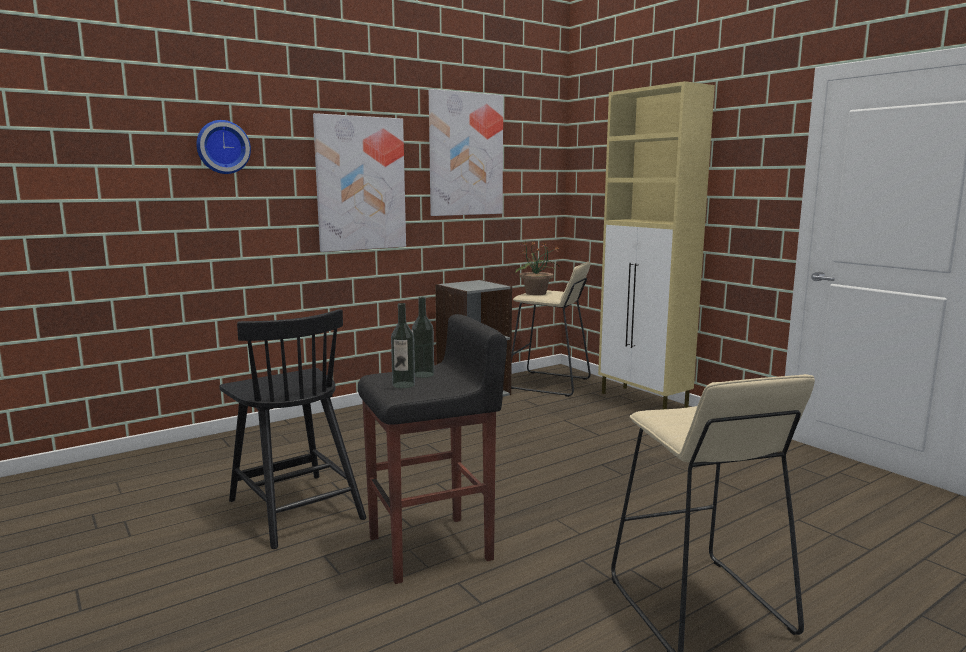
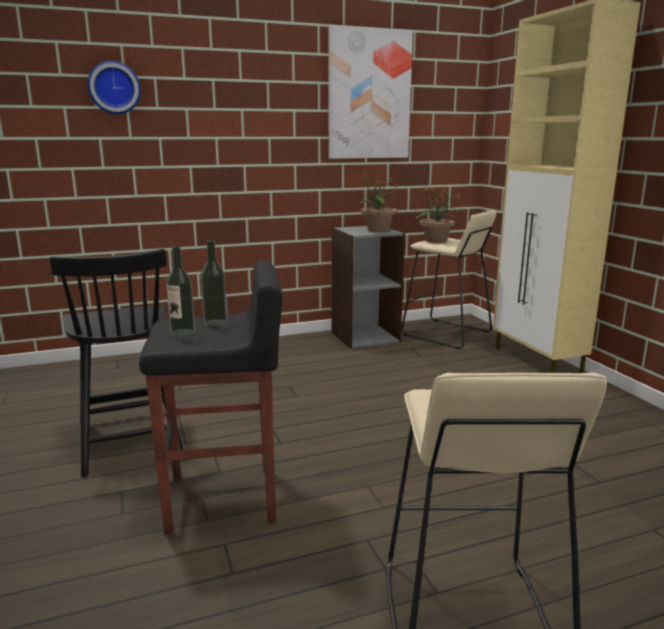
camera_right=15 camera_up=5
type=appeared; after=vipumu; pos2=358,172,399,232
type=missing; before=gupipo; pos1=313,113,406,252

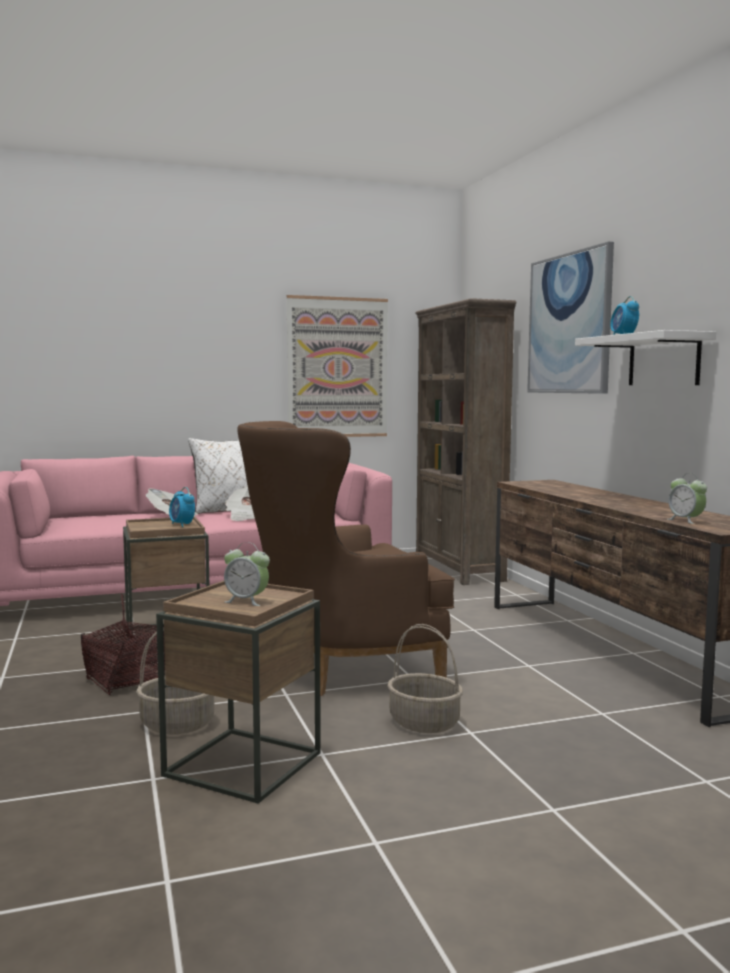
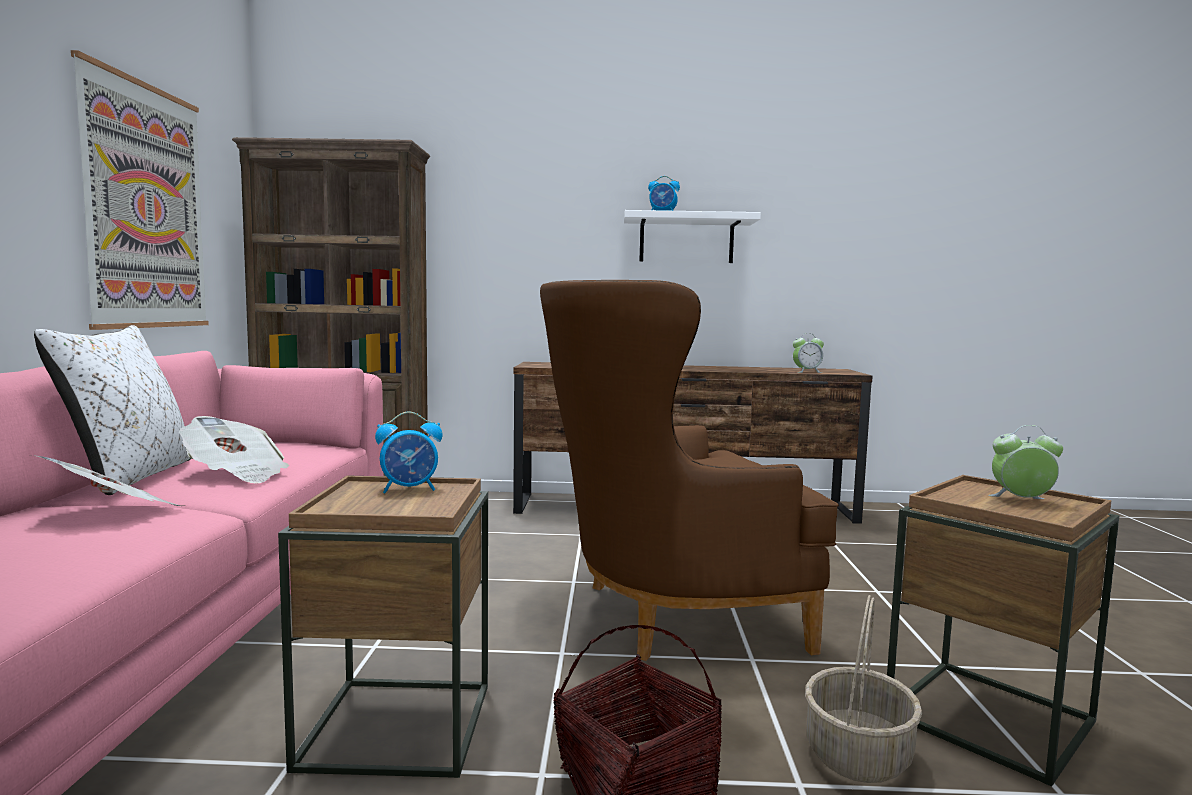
camera_right=-70 camera_up=0
type=spun; before=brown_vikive; pos1=237,421,455,696; pos2=540,280,839,661; turn=75
type=spun; before=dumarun; pos1=224,542,270,606; pos2=988,425,1063,499; turn=-120
type=missing; before=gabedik; pos1=387,624,463,733
type=missing; before=gupipo; pos1=527,241,614,394

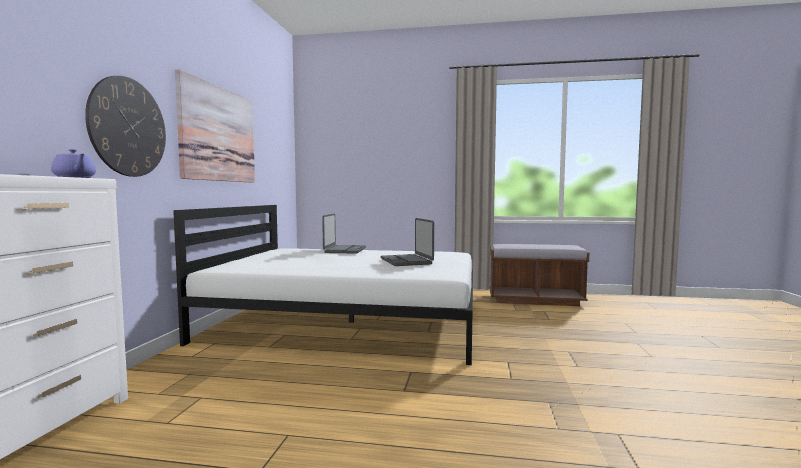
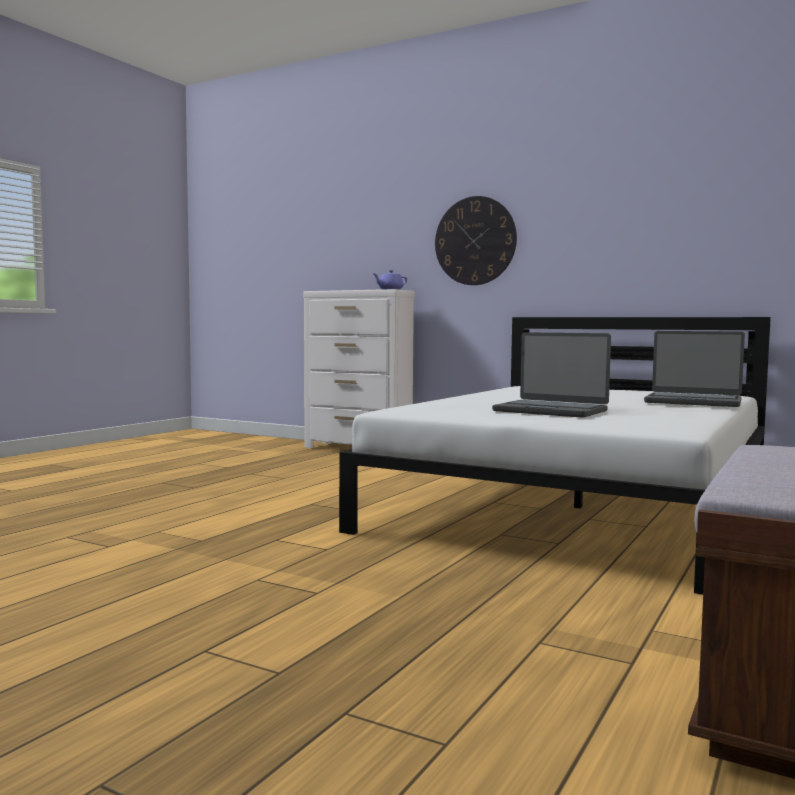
camera_right=110 camera_up=0
type=spun; before=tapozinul; pos1=381,218,434,266; pos2=492,332,611,418; turn=-150
type=missing; before=gupipo; pos1=175,69,255,183

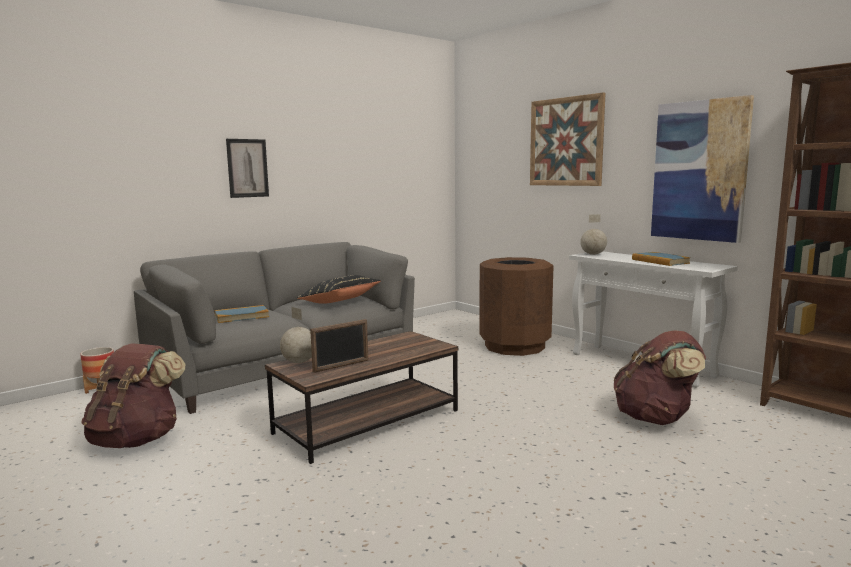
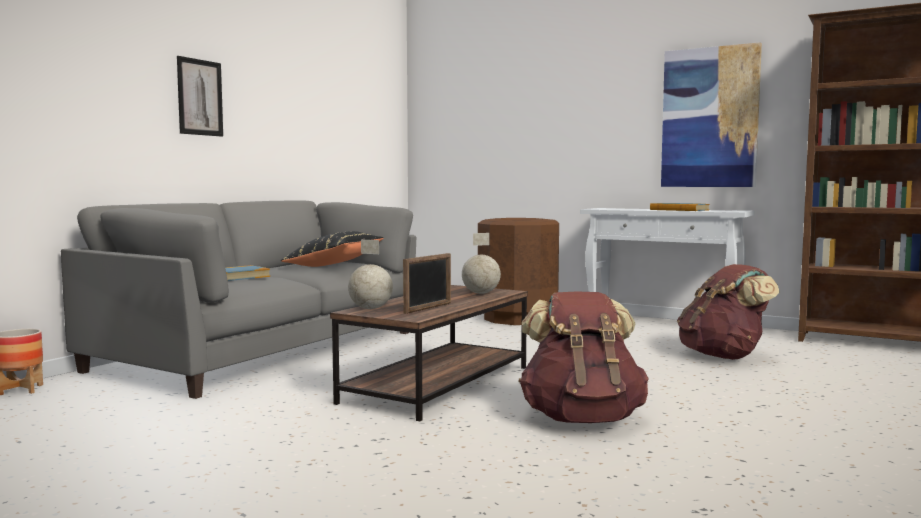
camera_right=-20 camera_up=-5
type=relocated; before=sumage; pos1=580,214,607,255; pos2=462,233,501,294
type=relocated; before=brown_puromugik; pos1=81,343,185,448; pos2=518,291,649,423
type=missing; before=gupipo; pos1=530,92,606,186

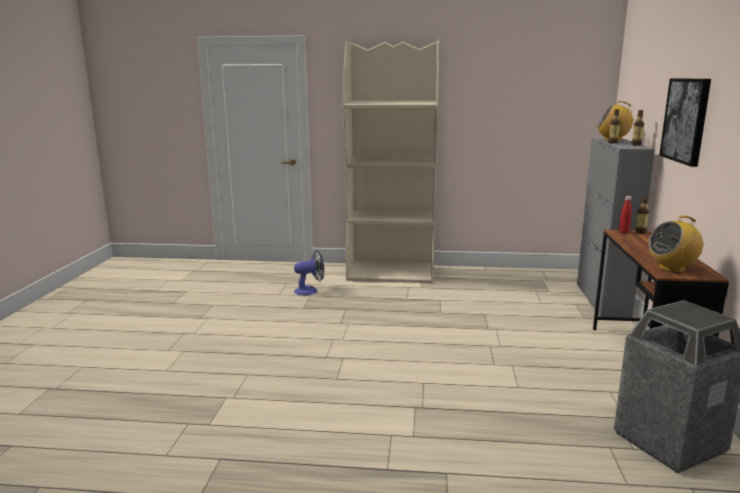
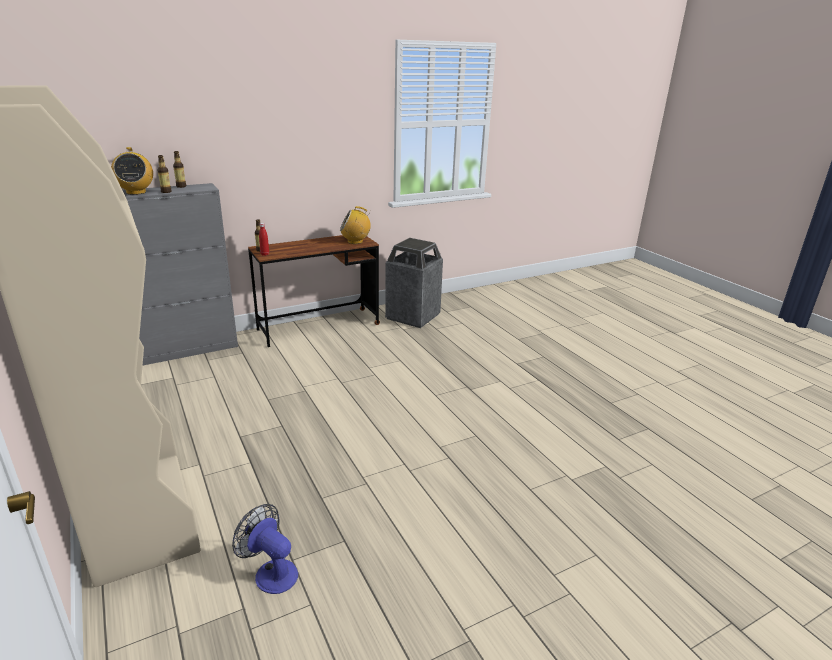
camera_right=-125 camera_up=10
type=spun; before=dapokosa; pos1=649,215,703,273; pos2=340,206,371,244; turn=135
type=missing; before=gupipo; pos1=659,78,711,167

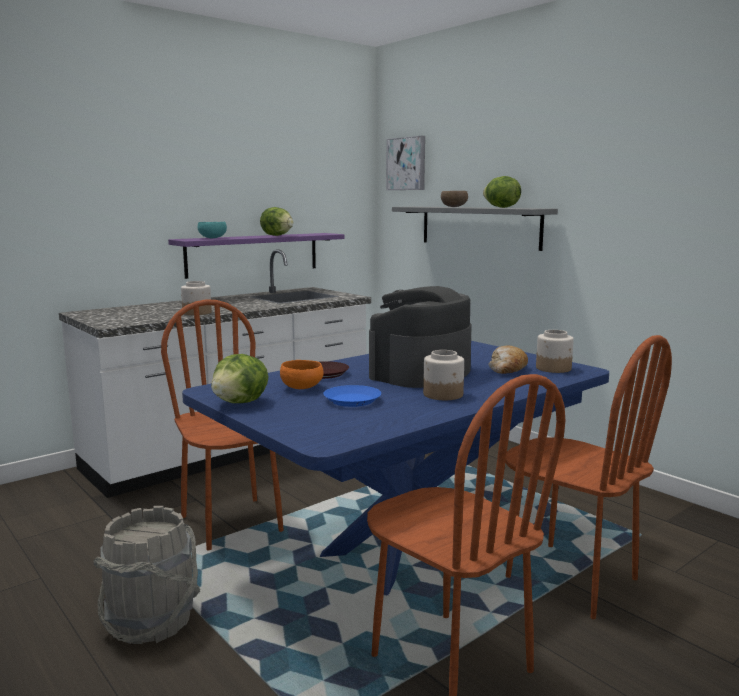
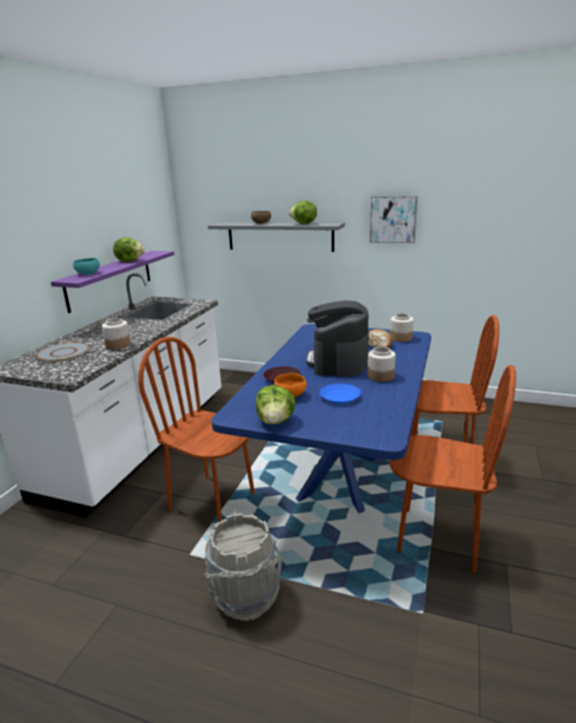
camera_right=-30 camera_up=10
type=appeared; after=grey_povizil; pos2=36,342,89,362
type=relocated; before=gupipo; pos1=386,136,425,190; pos2=370,196,417,243

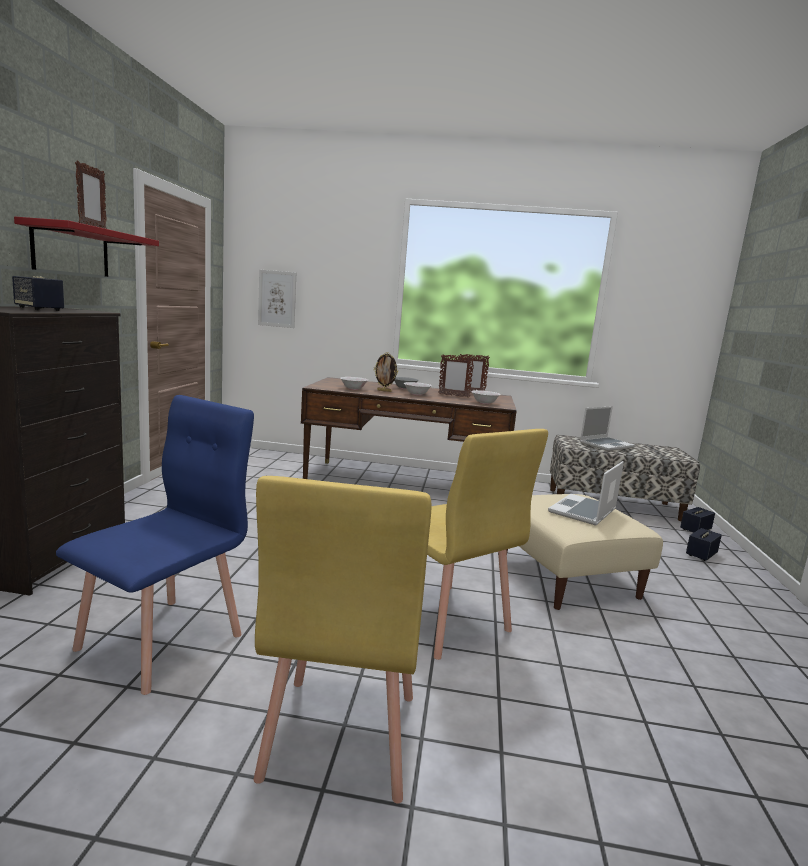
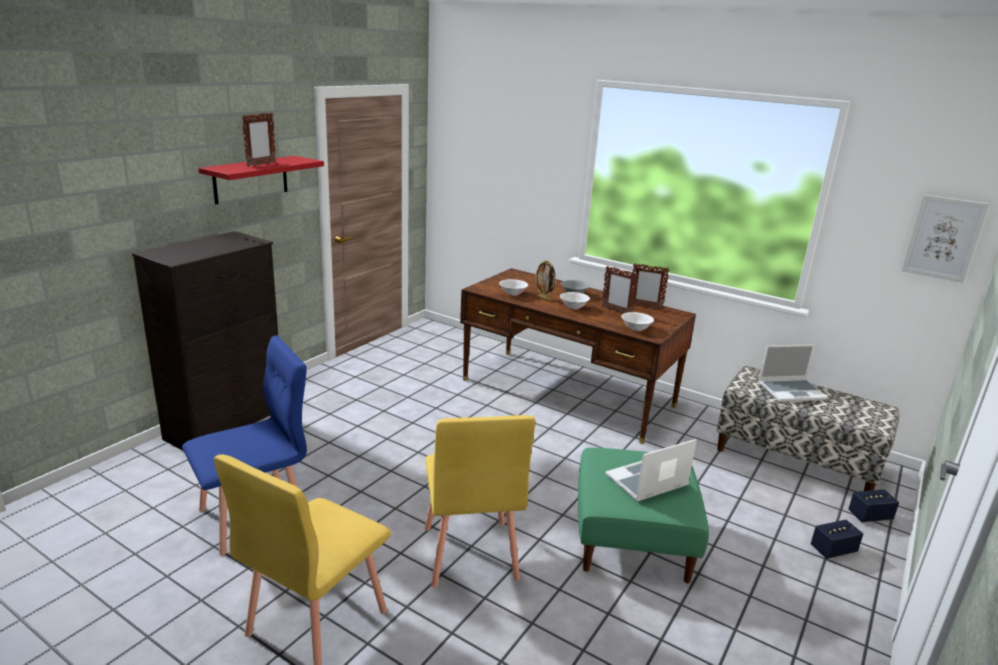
camera_right=25 camera_up=10
type=colour; before=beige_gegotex; after=green_gegotex; pos1=507,494,663,610; pos2=578,448,709,583
type=relocated; before=gupipo; pos1=258,269,296,328; pos2=902,195,989,283
type=missing; before=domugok; pos1=12,276,64,311

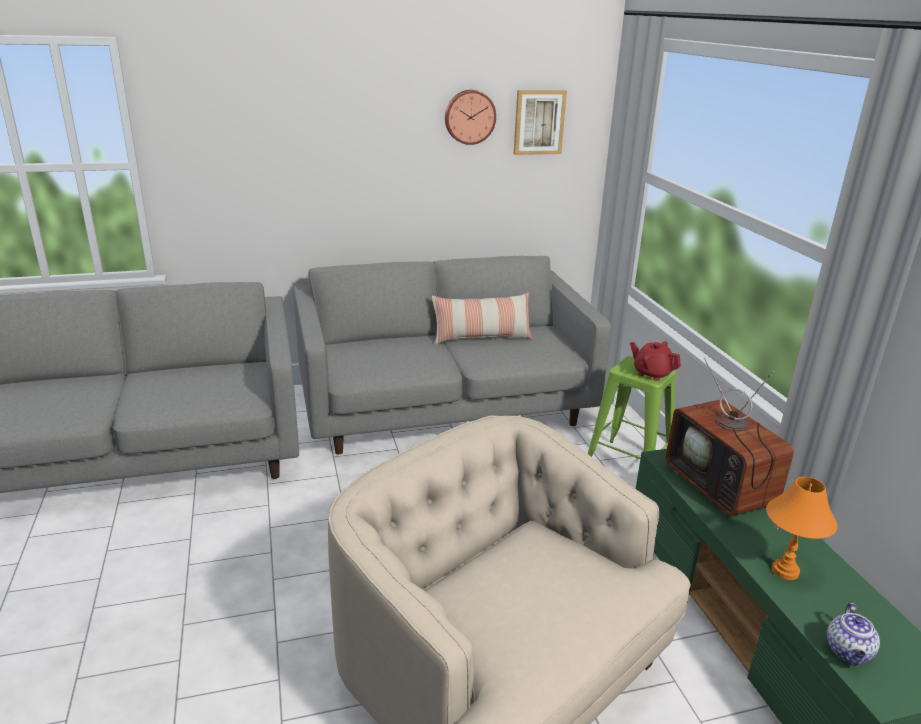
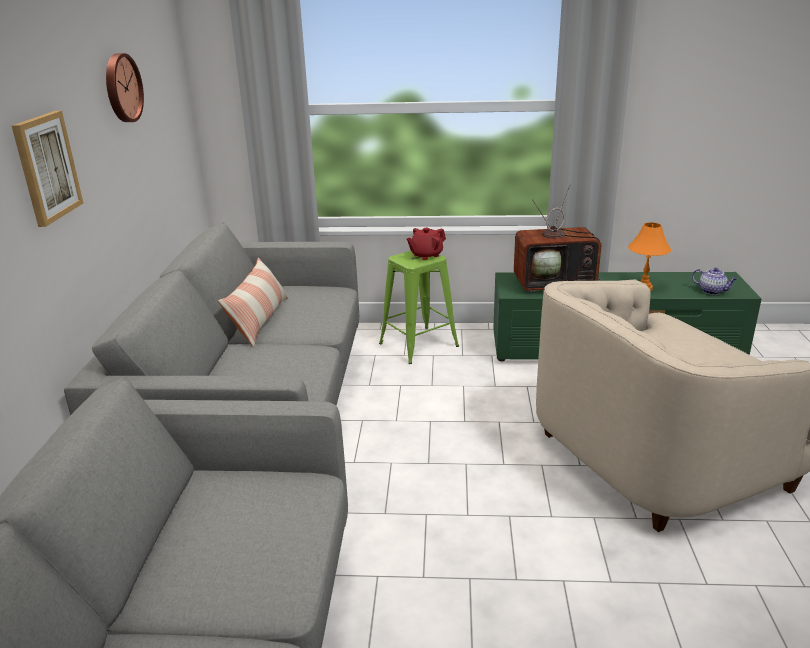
camera_right=-70 camera_up=0
type=relocated; before=gupipo; pos1=514,90,567,155; pos2=12,111,83,227

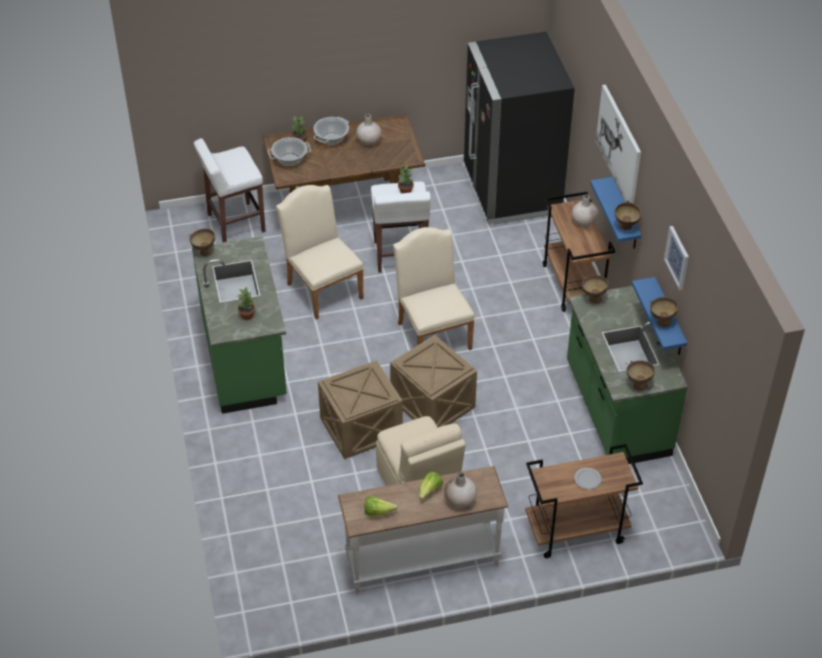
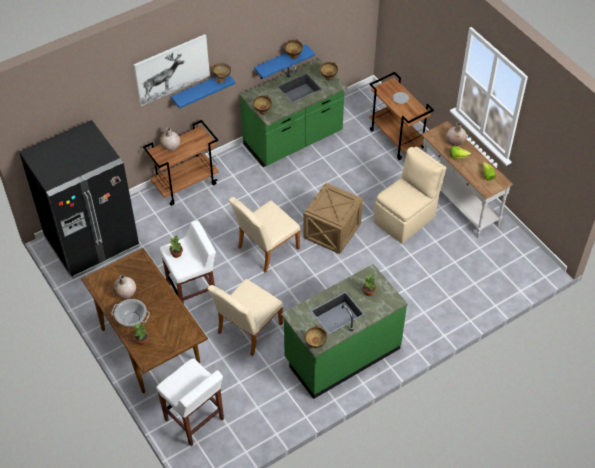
camera_right=-110 camera_up=5
type=missing; before=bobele; pos1=268,137,311,166
type=missing; before=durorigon; pos1=318,361,403,459
type=missing; before=gupipo; pos1=664,226,689,290

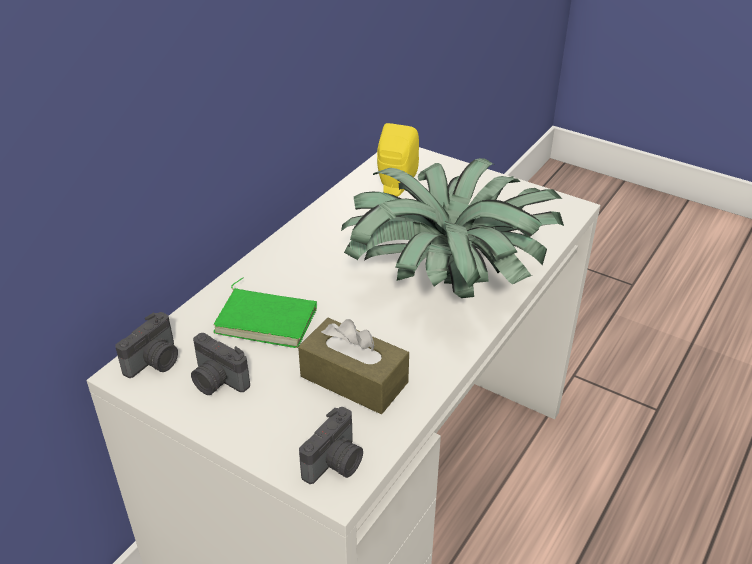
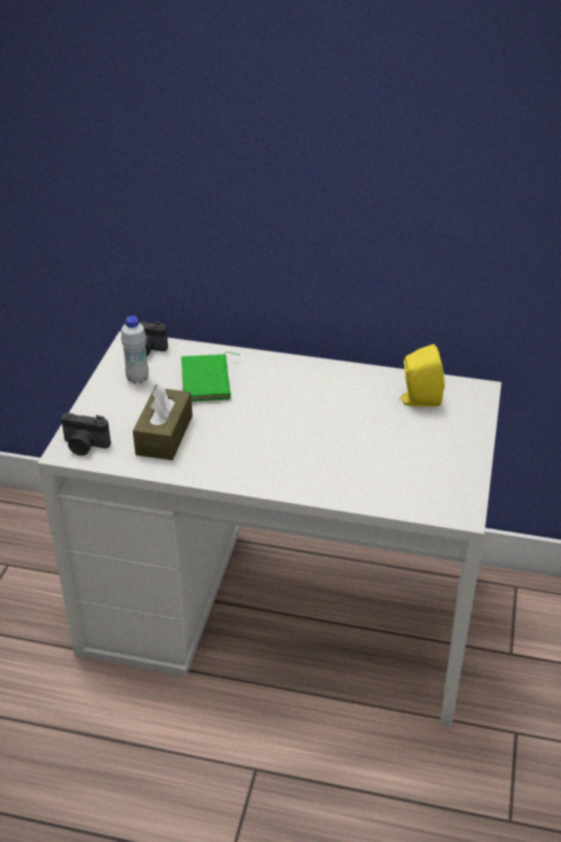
camera_right=70 camera_up=0
type=exchanged; before=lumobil; after=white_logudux; pos1=191,333,250,395; pos2=121,316,149,384
type=missing; before=vipumu; pos1=341,158,564,298

